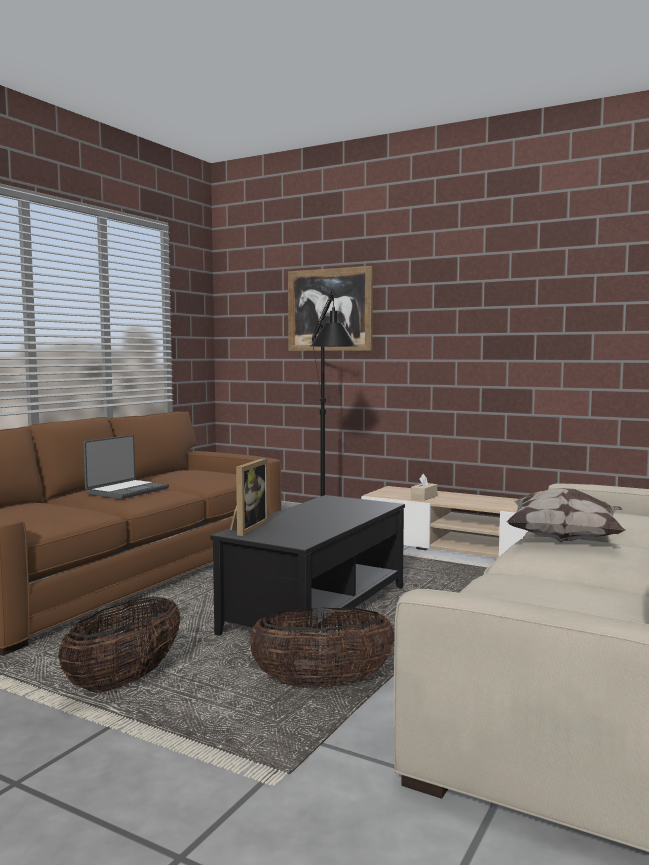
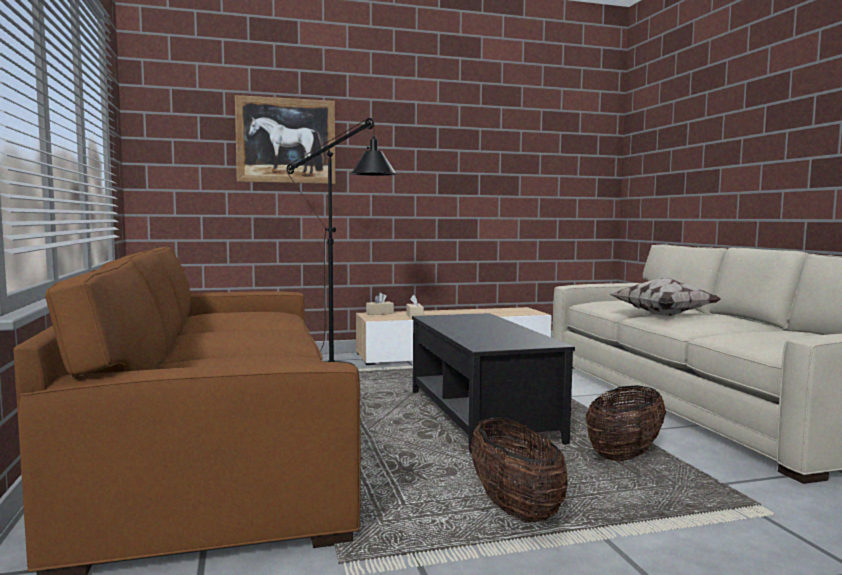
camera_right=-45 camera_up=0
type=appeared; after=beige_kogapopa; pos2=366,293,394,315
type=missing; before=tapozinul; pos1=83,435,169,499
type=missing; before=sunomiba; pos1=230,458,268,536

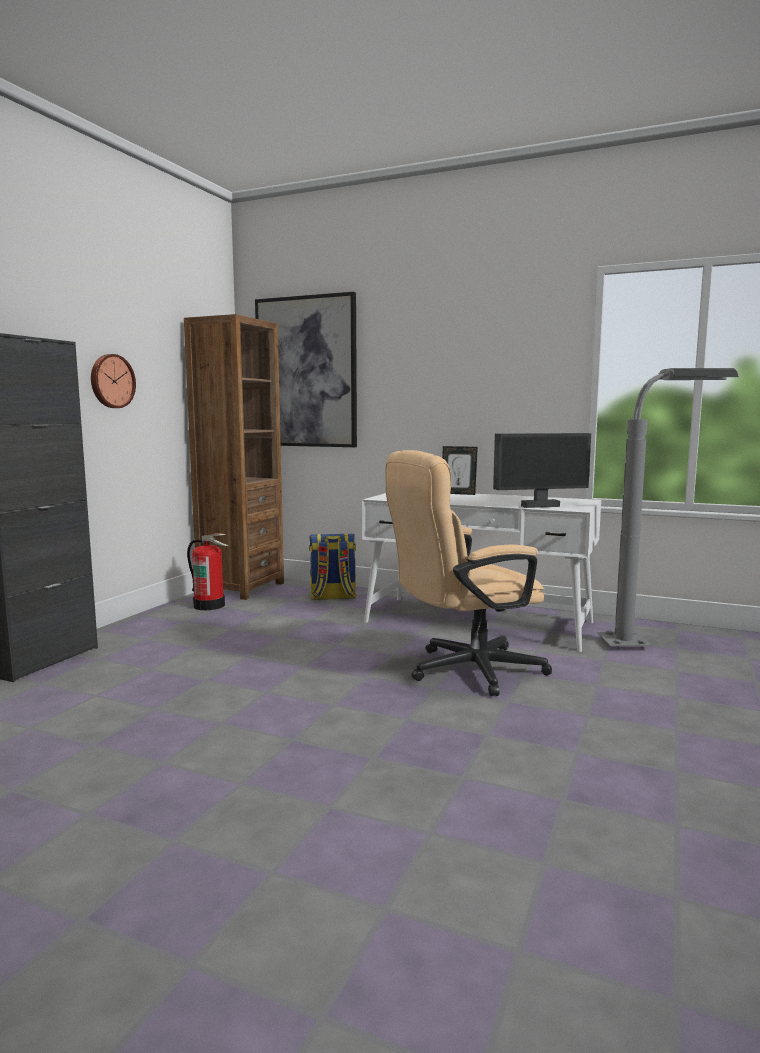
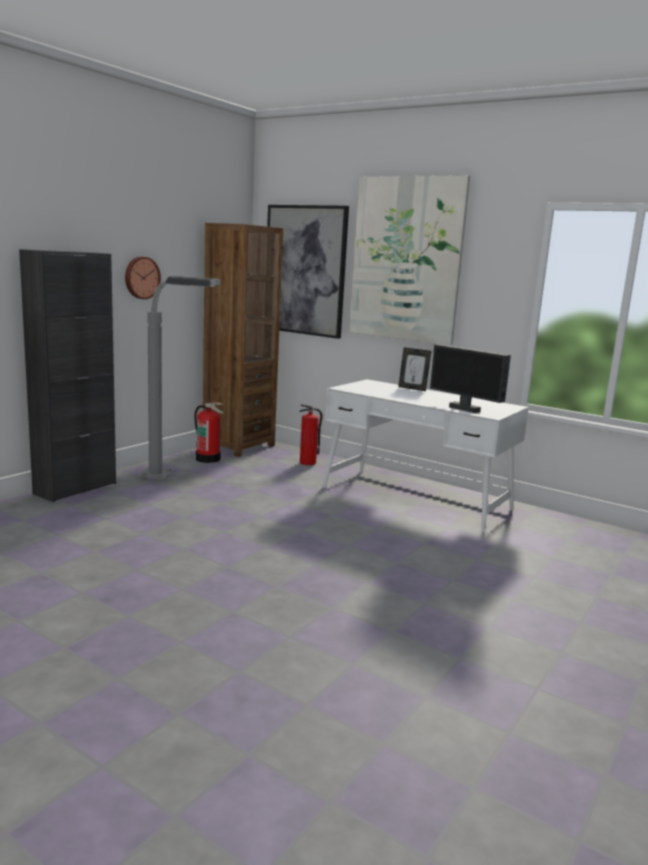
camera_right=10 camera_up=5
type=relocated; before=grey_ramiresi; pos1=597,368,739,649; pos2=135,276,221,481
type=exchanged; before=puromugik; after=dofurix; pos1=309,534,356,600; pos2=299,404,323,465
type=appeared; after=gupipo; pos2=349,175,470,345
type=spun; before=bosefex; pos1=493,433,591,508; pos2=430,344,511,413; turn=45
type=missing; before=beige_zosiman; pos1=385,450,552,696

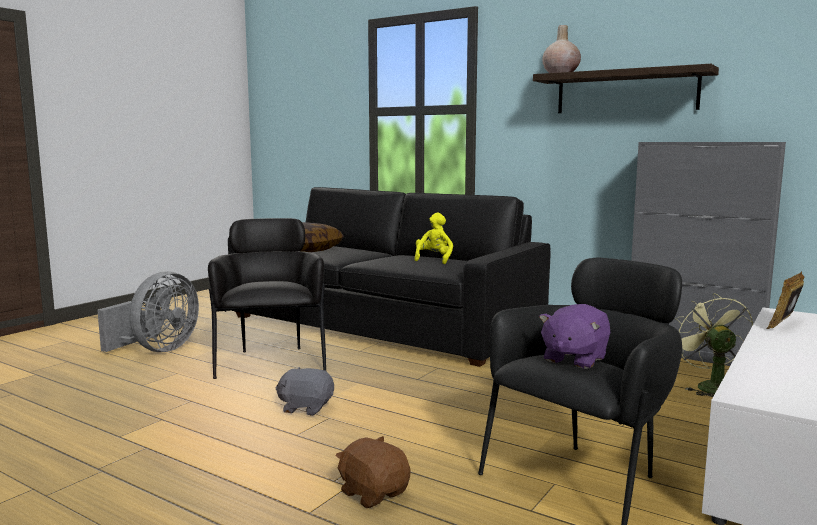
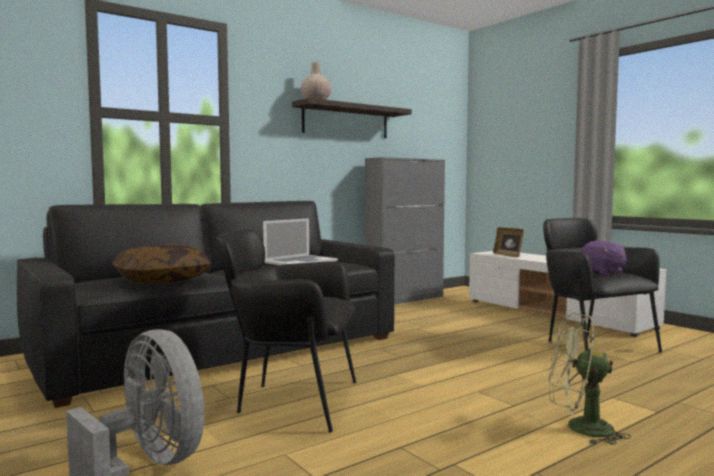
camera_right=-70 camera_up=-5
type=exchanged; before=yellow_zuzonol; after=tapozinul; pos1=414,213,453,264; pos2=263,218,338,265
type=relocated; before=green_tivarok; pos1=675,293,753,397; pos2=549,313,631,445
type=missing; before=grey_zuzonol; pos1=276,367,334,416
type=missing; before=brown_zuzonol; pos1=336,436,411,508

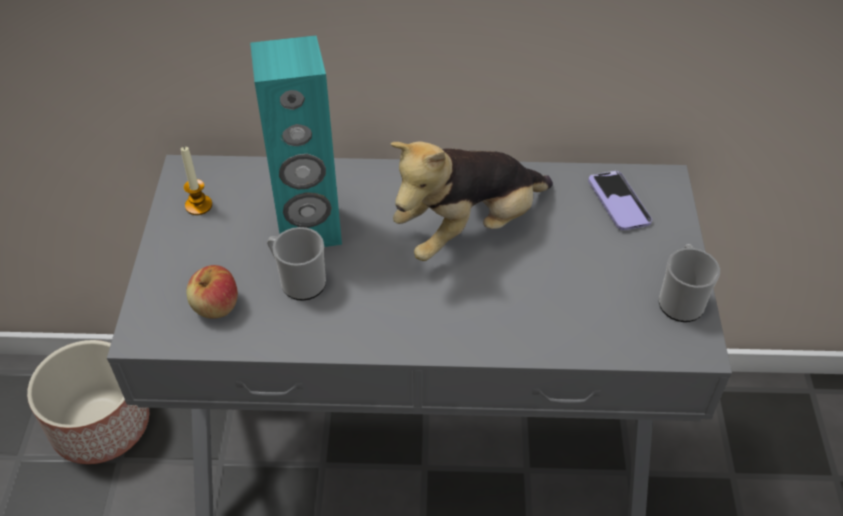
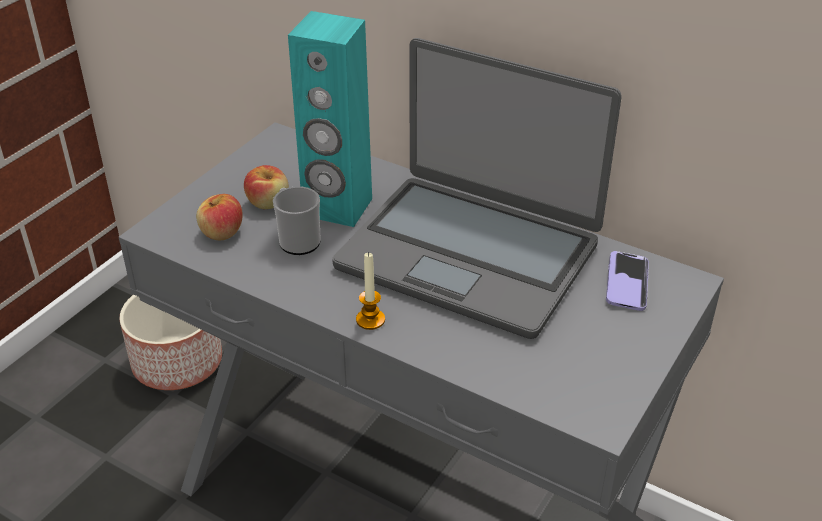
camera_right=30 camera_up=-10
type=appeared; after=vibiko; pos2=244,165,289,209
type=exchanged; before=zuzonol; after=tapozinul; pos1=391,141,553,261; pos2=332,38,622,339
type=relocated; before=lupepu; pos1=181,147,212,215; pos2=356,252,385,330
type=missing; before=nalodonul; pos1=659,244,720,322

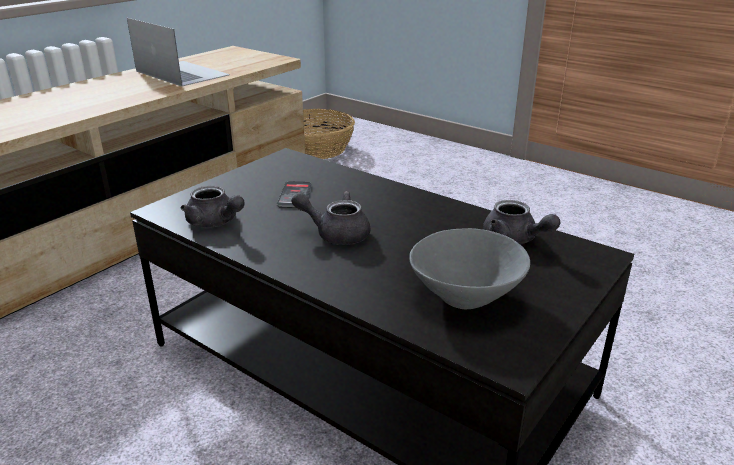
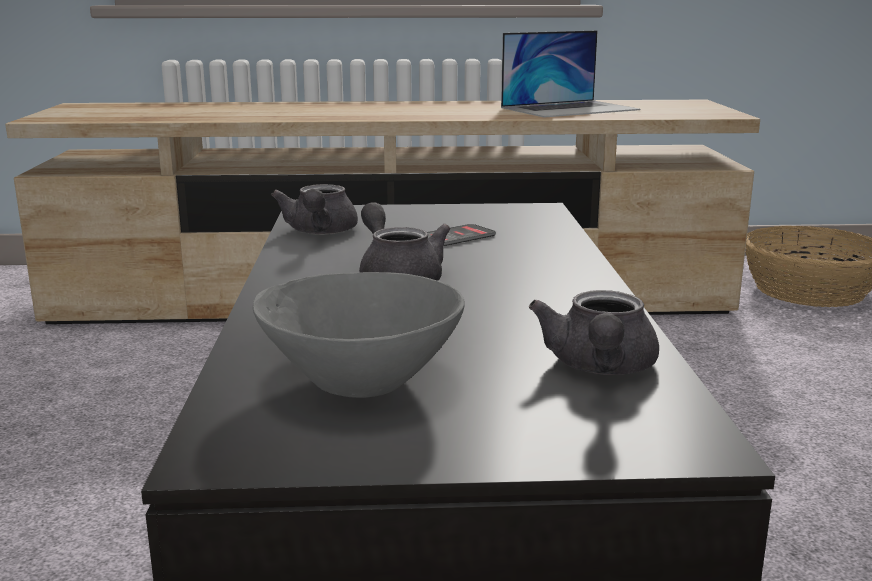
camera_right=50 camera_up=-10
type=spun; before=tapozinul; pos1=127,18,230,87; pos2=501,31,640,118; turn=60

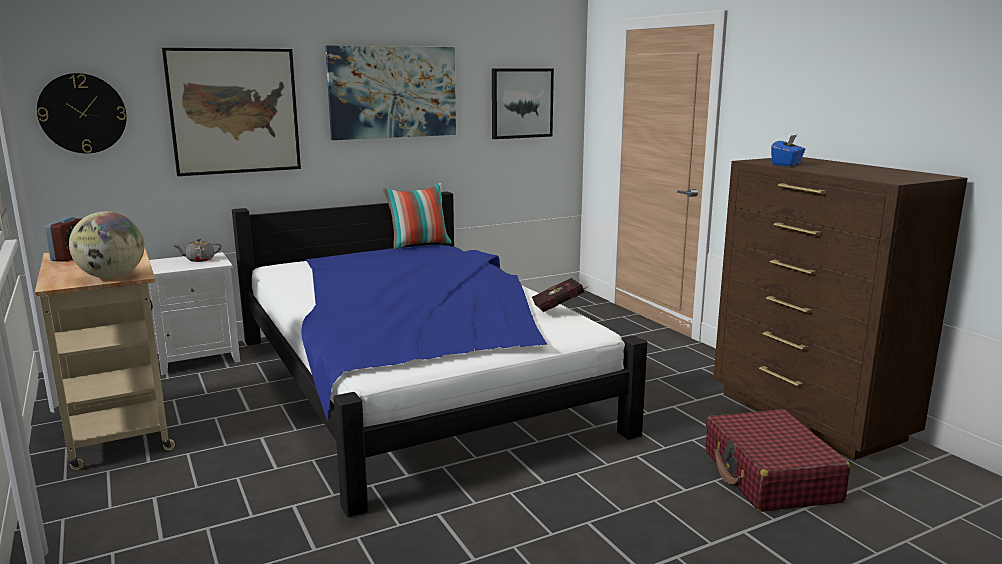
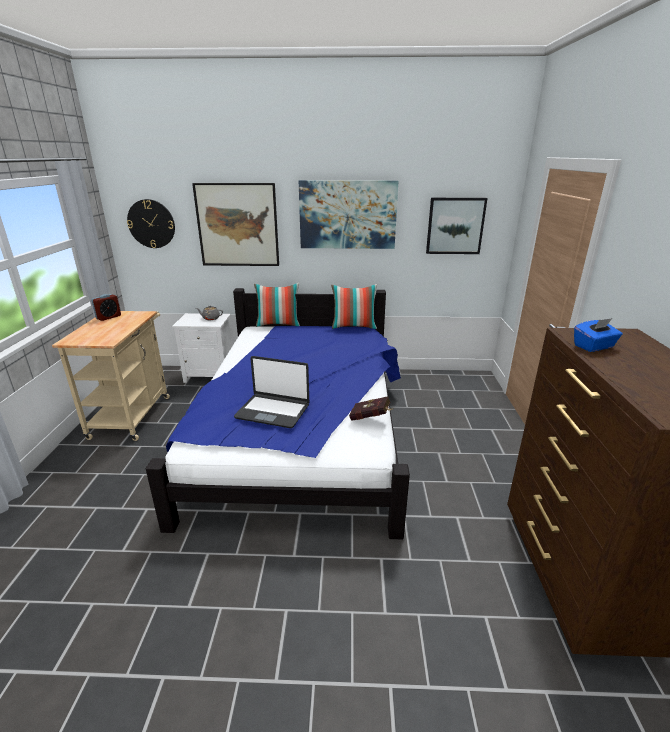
camera_right=30 camera_up=10
type=appeared; after=tapozinul; pos2=234,356,309,428
type=appeared; after=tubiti; pos2=254,283,300,327
type=missing; before=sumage; pos1=69,211,145,278
type=missing; before=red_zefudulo; pos1=706,409,850,512

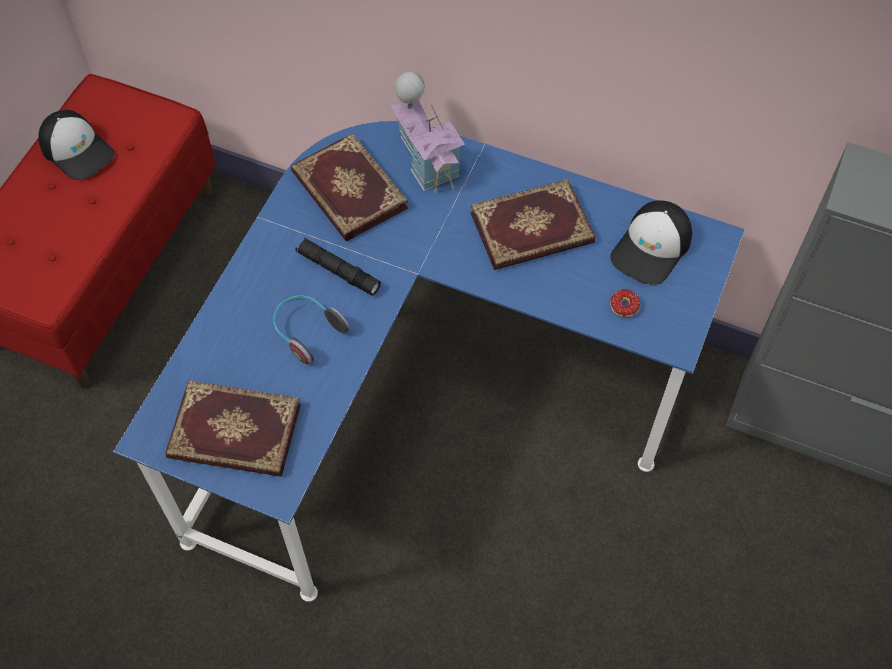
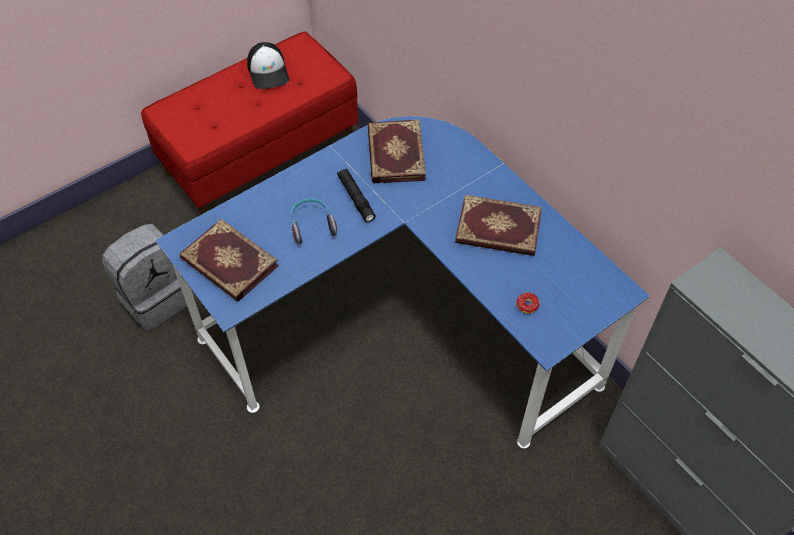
camera_right=30 camera_up=-5
type=appeared; after=grey_puromugik; pos2=102,224,195,331
type=missing; before=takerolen; pos1=391,72,465,193
type=missing; before=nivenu; pos1=610,200,692,285

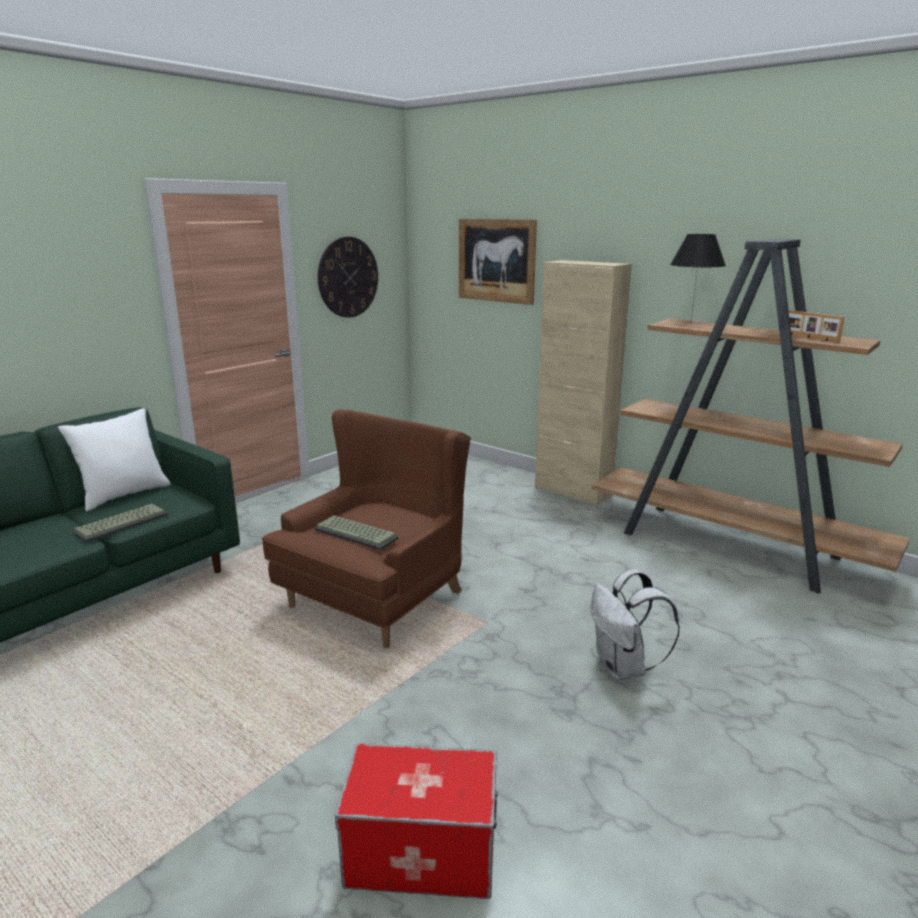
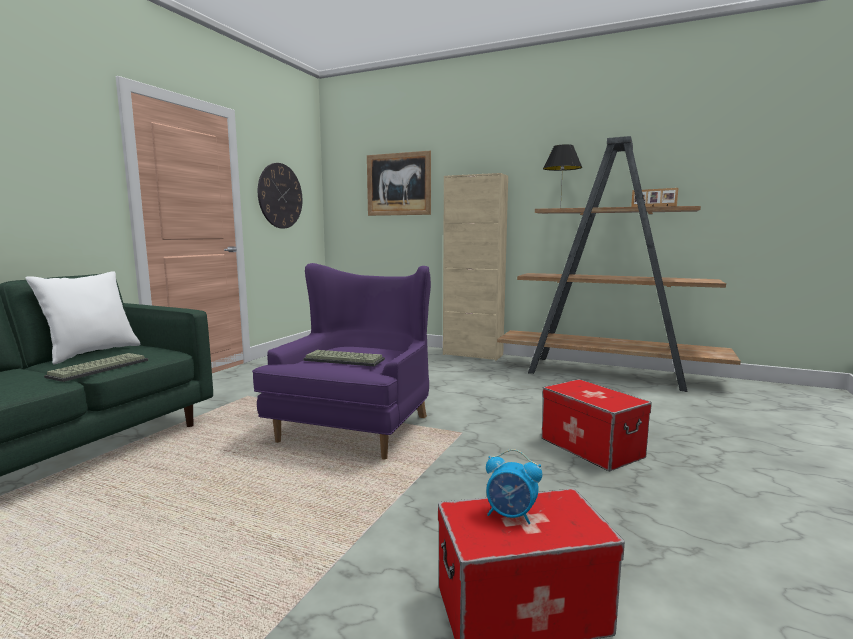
camera_right=-15 camera_up=-10
type=colour; before=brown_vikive; after=purple_vikive; pos1=262,409,471,648; pos2=252,263,431,459
type=appeared; after=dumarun; pos2=486,449,542,524
type=exchanged; before=white_puromugik; after=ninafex; pos1=590,569,680,680; pos2=541,379,652,471

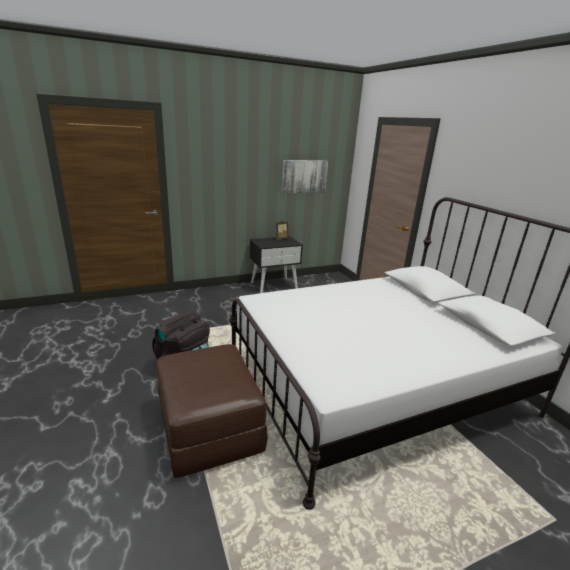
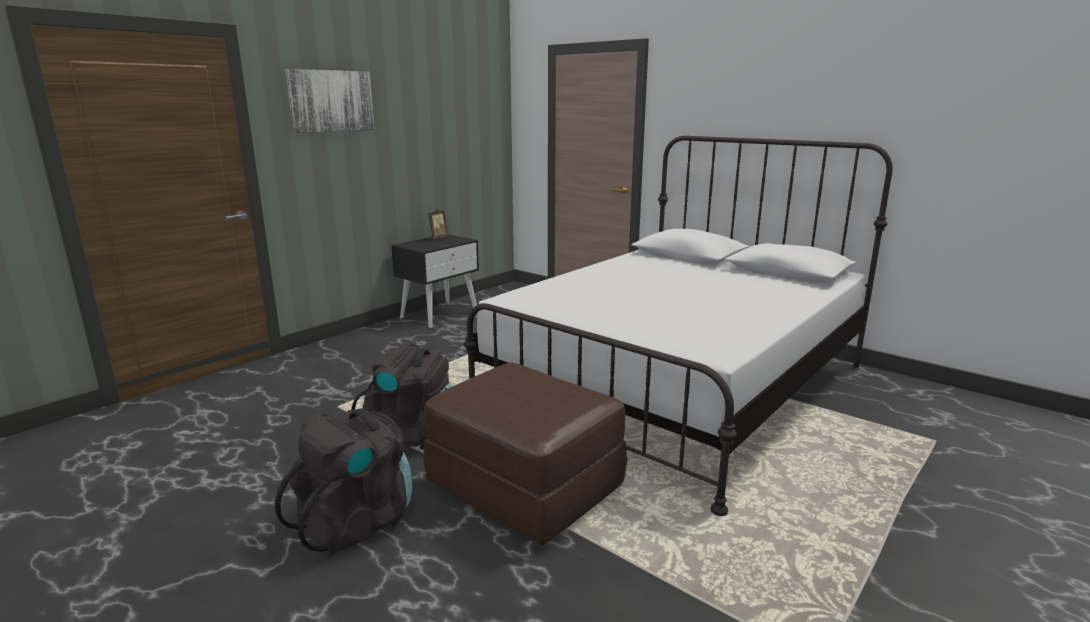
camera_right=-25 camera_up=-5
type=appeared; after=black_puromugik; pos2=275,409,412,556
type=relocated; before=gupipo; pos1=282,160,328,193; pos2=285,69,374,133

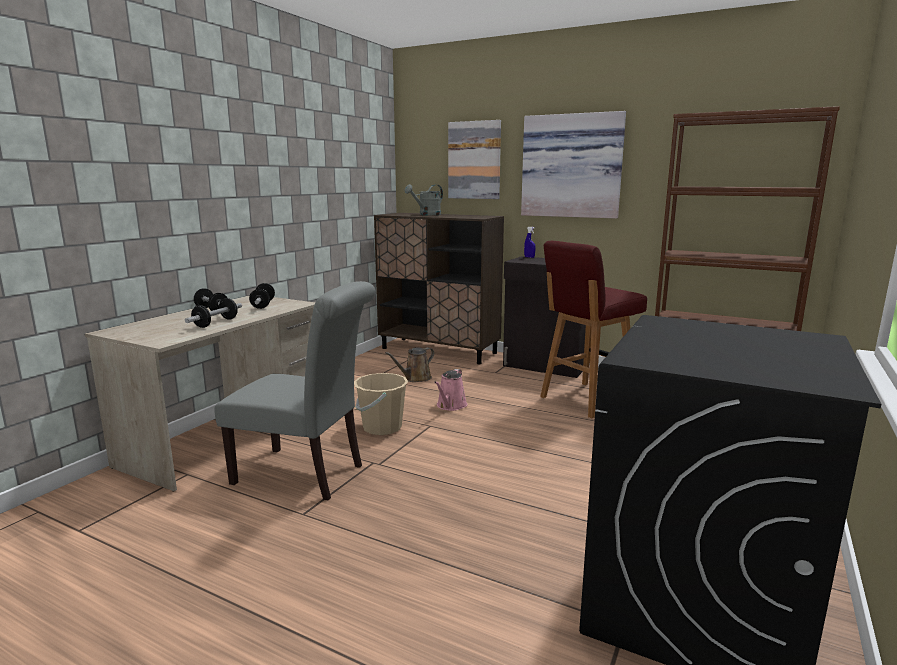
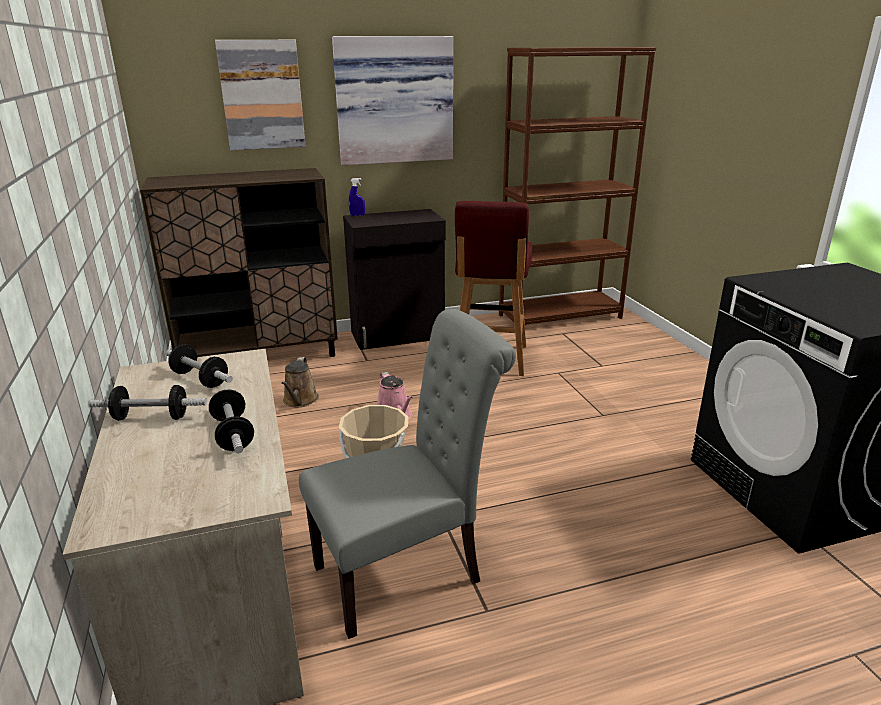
camera_right=-45 camera_up=10
type=missing; before=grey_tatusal; pos1=405,184,443,215

